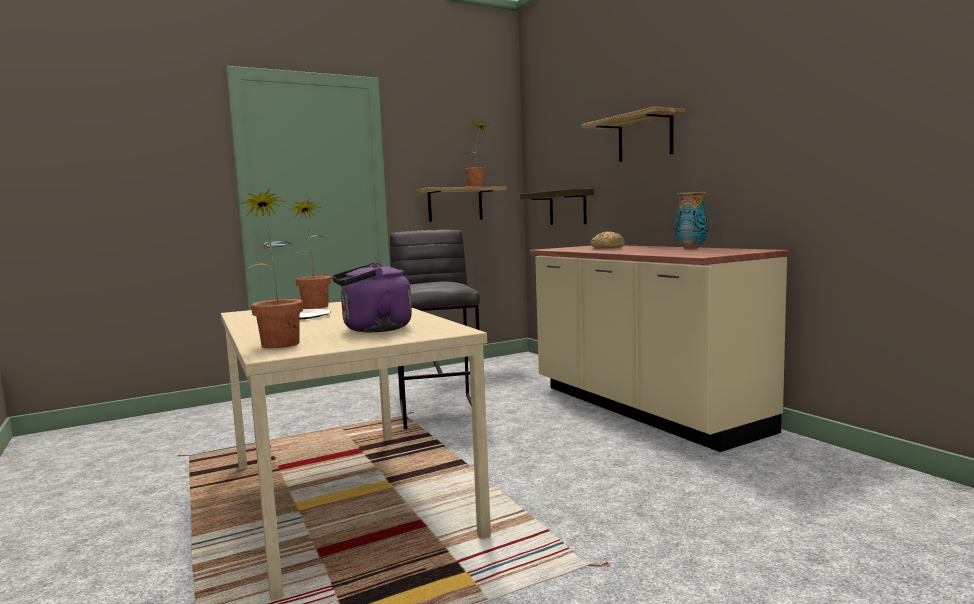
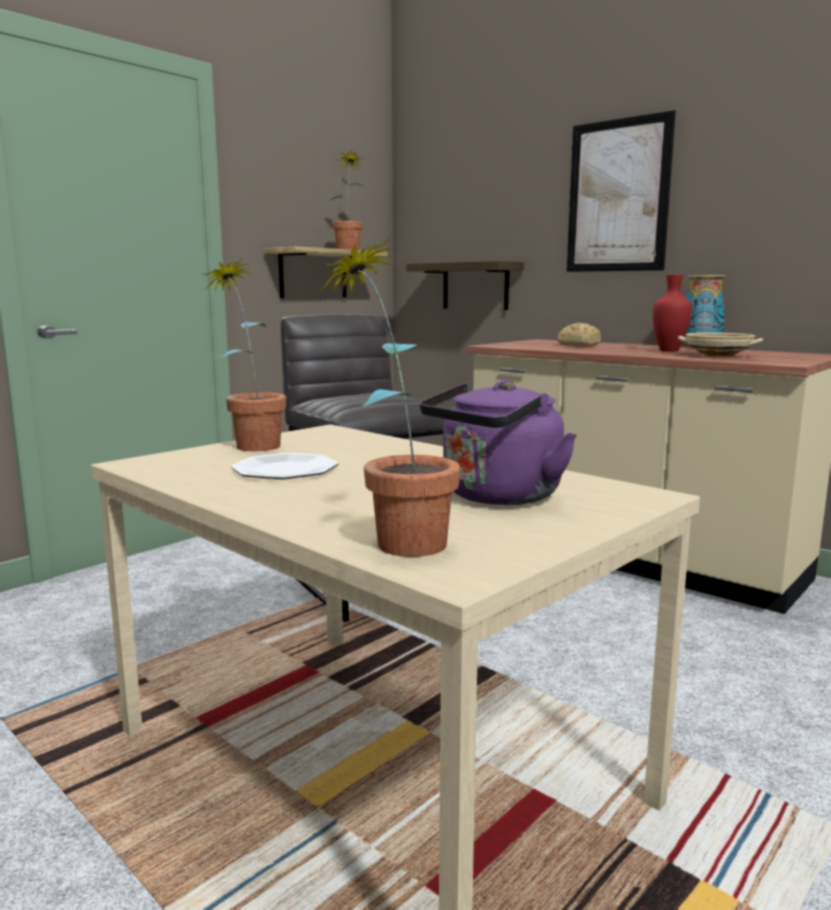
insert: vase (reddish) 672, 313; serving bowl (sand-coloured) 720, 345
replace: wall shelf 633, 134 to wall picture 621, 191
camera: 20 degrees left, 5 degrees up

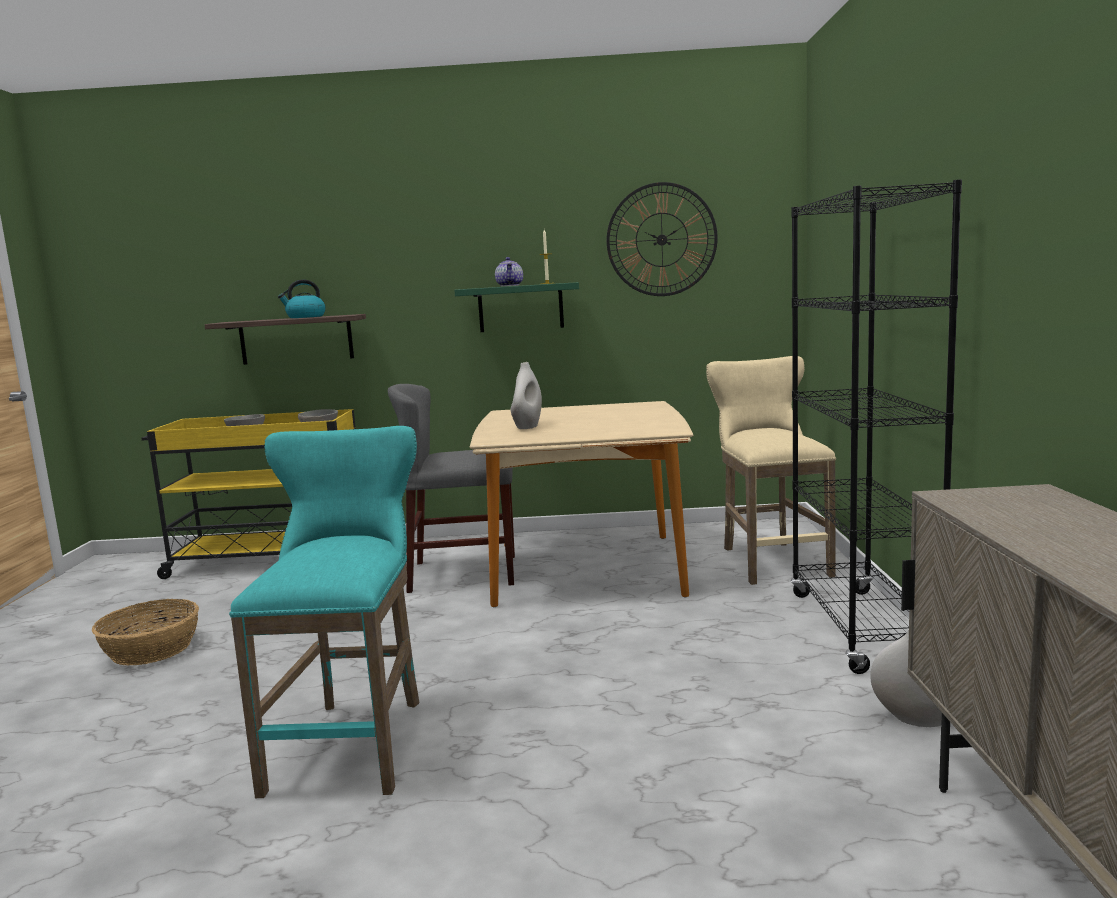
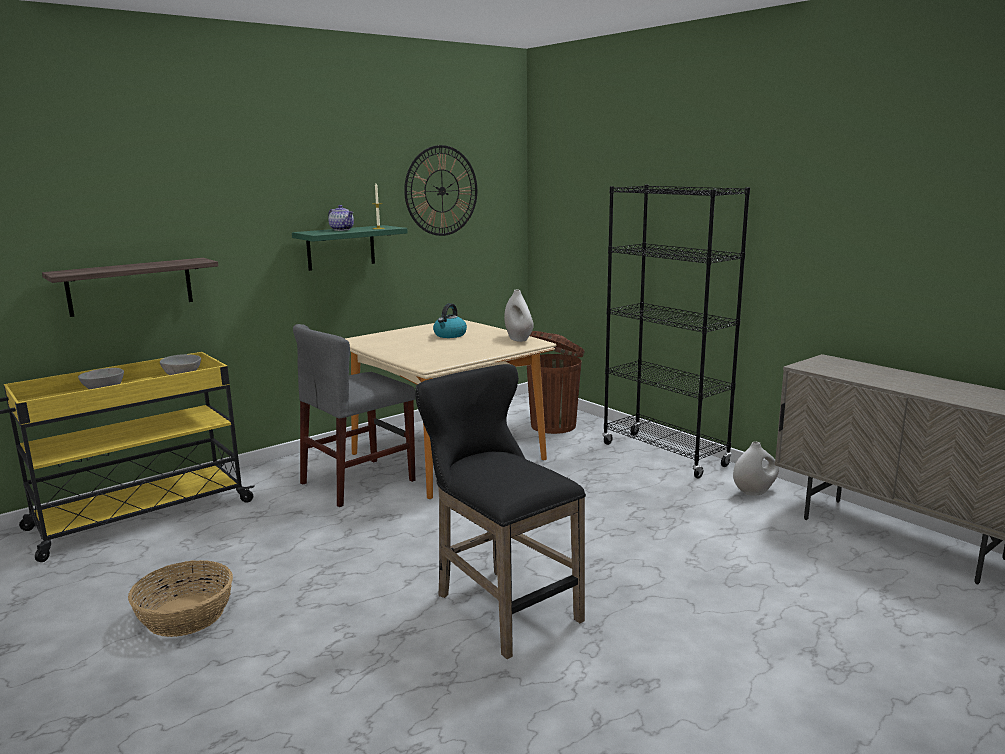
move: tea kettle 302, 299 to 450, 320; vase (whitish) 526, 395 to 519, 316
replace: stool (sand-coloured) 771, 470 to trash can (brownish) 556, 382
recolor: stool (turquoise) 324, 612 to stool (black) 500, 511
camera: 40 degrees left, 5 degrees up

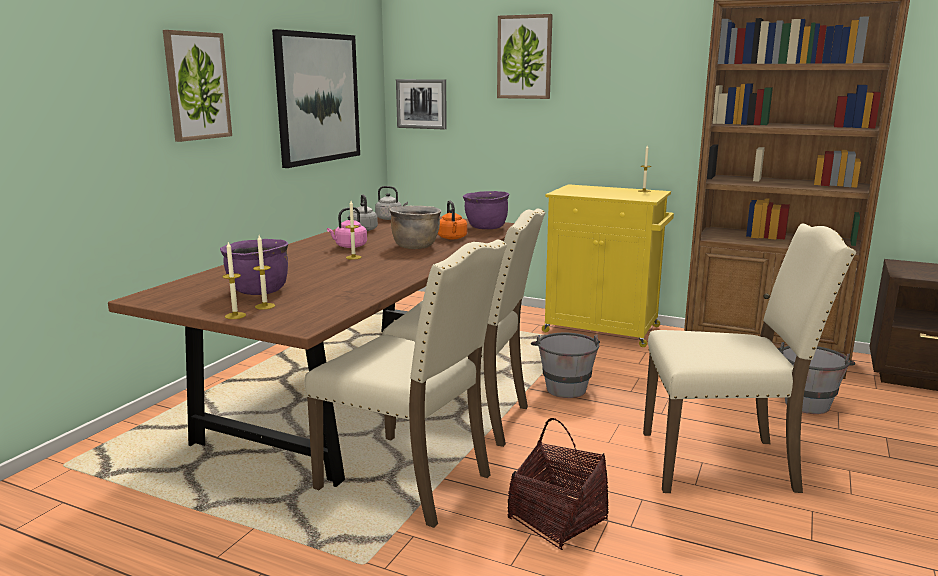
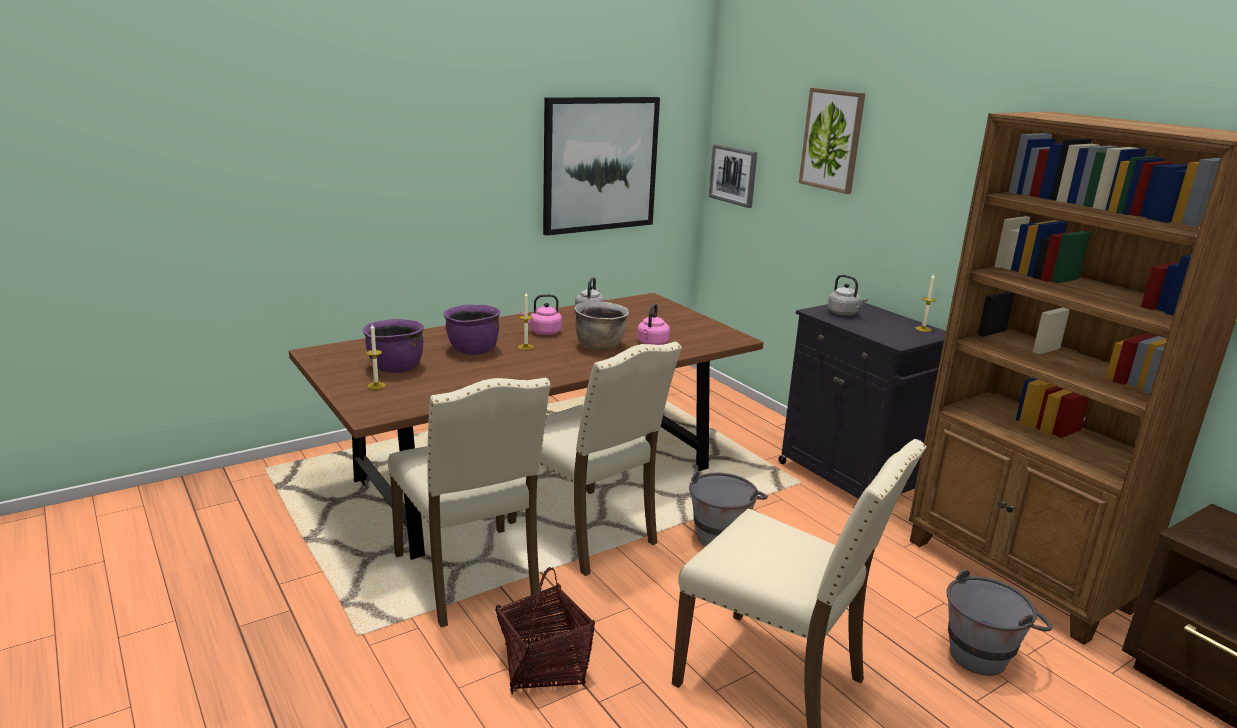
delete: wall picture 197, 86; candle 234, 280
move: tea kettle (grey) 391, 203 to 848, 295; stockpot (purple) 486, 210 to 472, 330
recolor: tea kettle (orange-coloured) 452, 219 to tea kettle (pink-coloured) 653, 324; cupboard (yellowish) 608, 265 to cupboard (black) 862, 401
camera: 30 degrees right, 5 degrees up

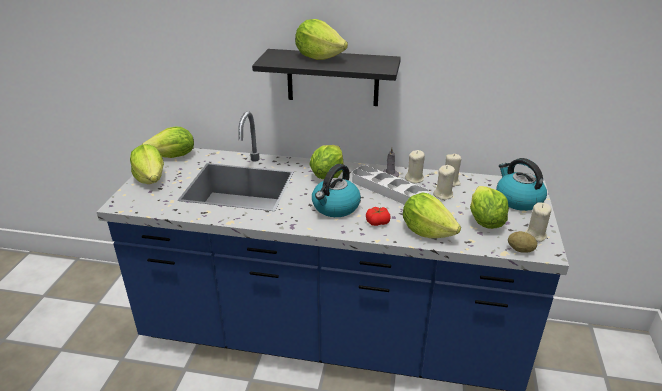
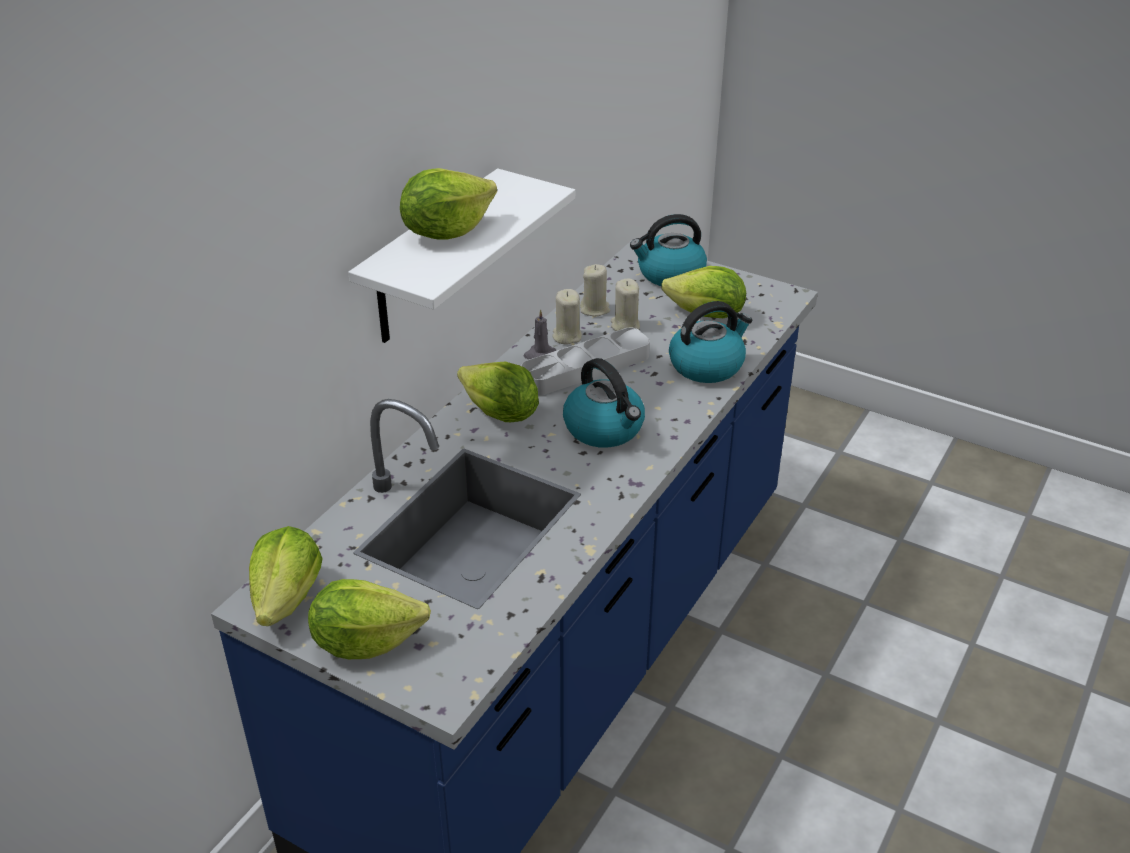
delete: whole tomato 378, 216; spud 522, 242; candle (sand-coloured) 538, 222
replace: lettuce 432, 215 to tea kettle 710, 342
recolor: wall shelf (black) 326, 77 to wall shelf (whitish) 461, 256
camera: 70 degrees left, 5 degrees up

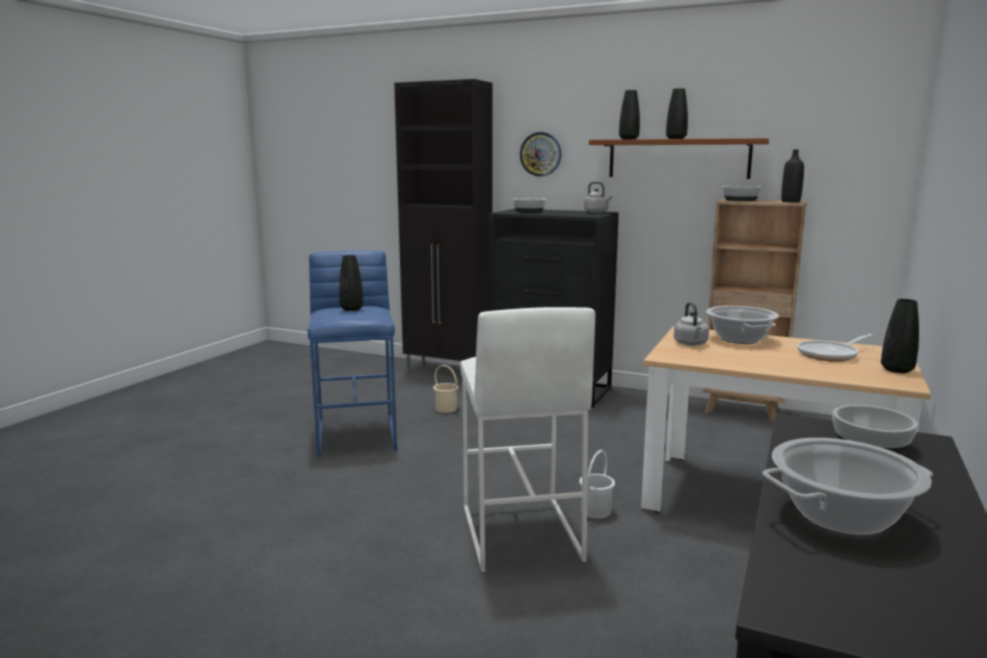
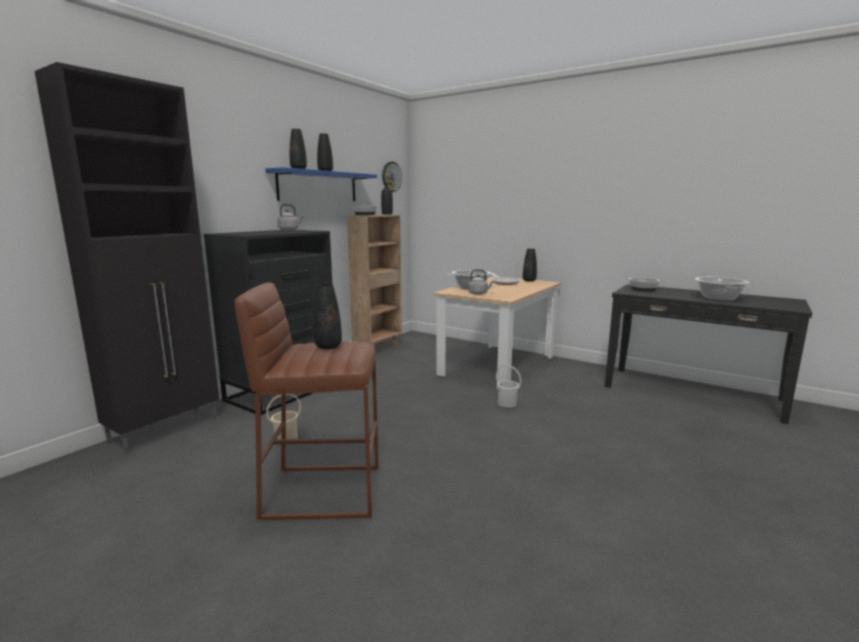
delete: stool (whitish) 527, 439; serving bowl 529, 205
move: clock on the wall 540, 154 to 392, 177
recolor: stool (blue) 352, 353 to stool (brownish) 306, 401; wall shelf (brownish) 679, 158 to wall shelf (blue) 321, 184
camera: 80 degrees left, 0 degrees up

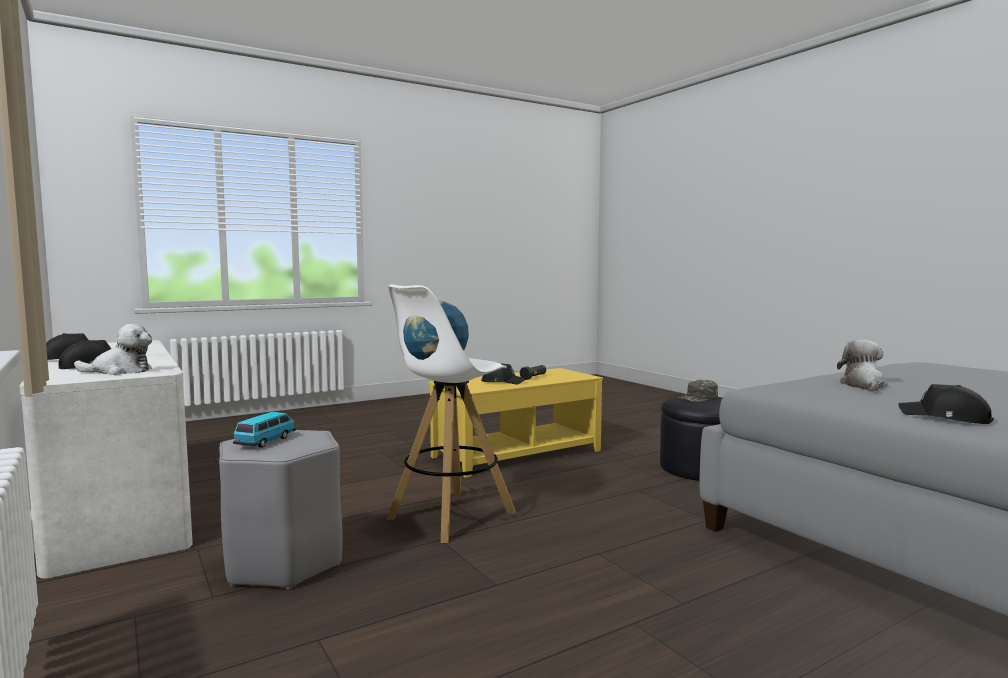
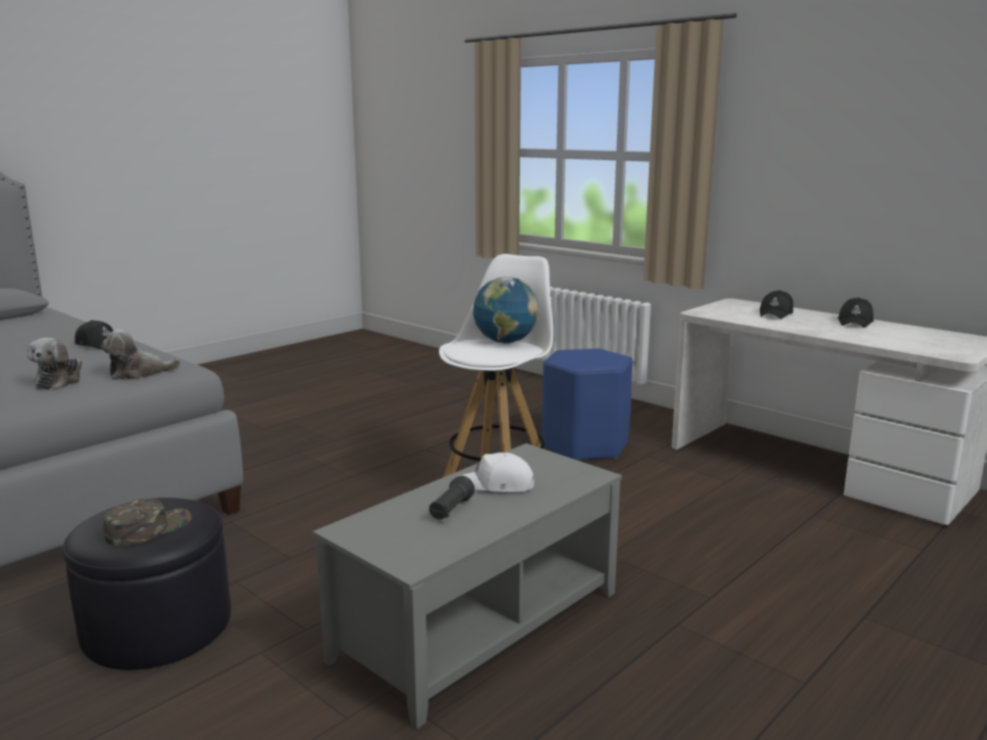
delete: model car 264, 430
move: plush toy 113, 349 to 141, 354
recolor: stool (grey) 280, 509 to stool (blue) 587, 404; coffee table (yellowish) 516, 423 to coffee table (grey) 467, 586; cap (black) 503, 374 to cap (whitish) 495, 472
camera: 165 degrees right, 10 degrees up

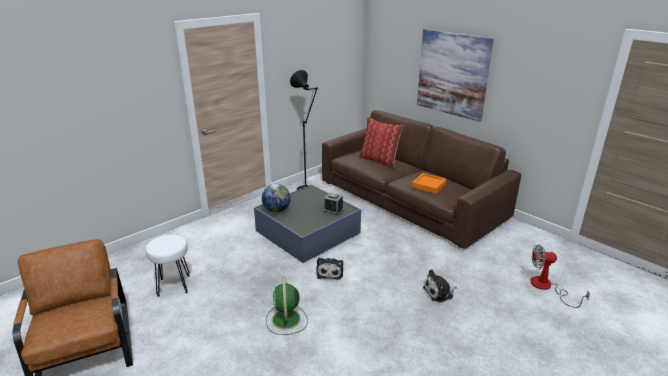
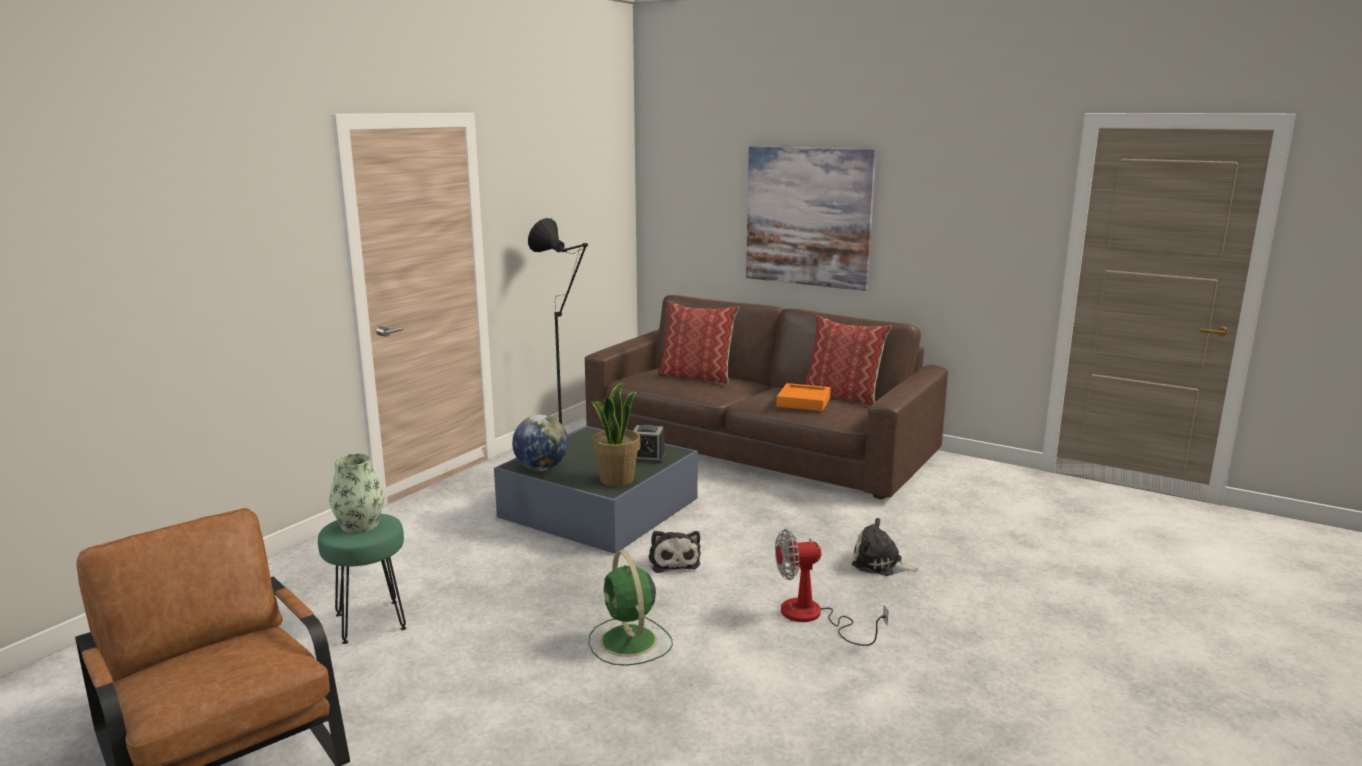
insert: vase 356, 493; houseplant 615, 434; throw pillow 848, 361
move: cooling fan 560, 276 to 832, 587
recolor: stool (whitish) 168, 265 to stool (green-coloured) 362, 579
rotate: plush toy 440, 285 = 885, 547 60 degrees clockwise
camera: 15 degrees left, 10 degrees down

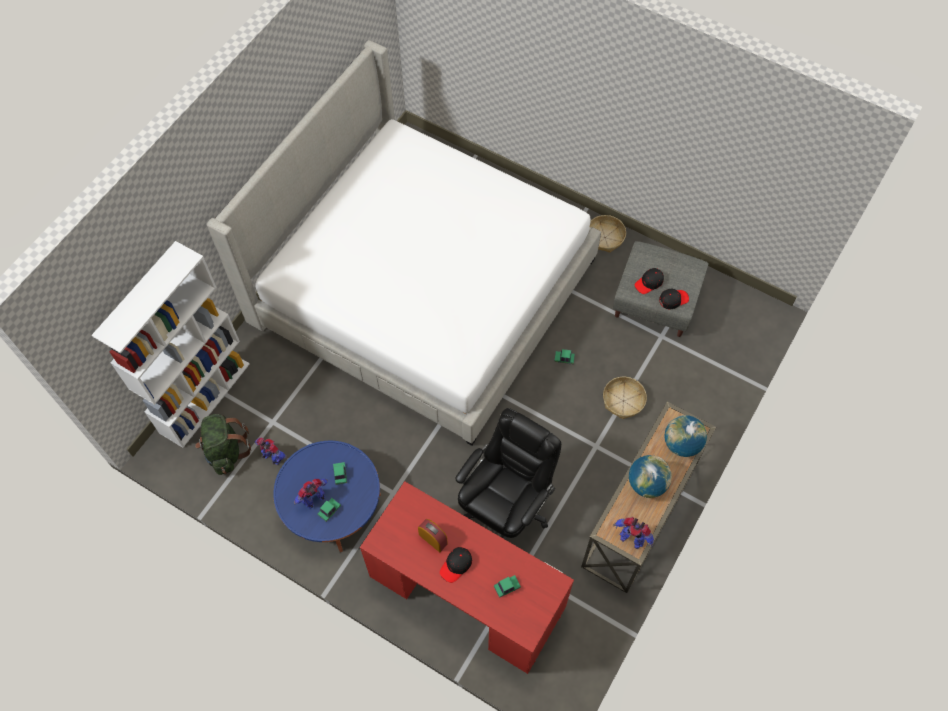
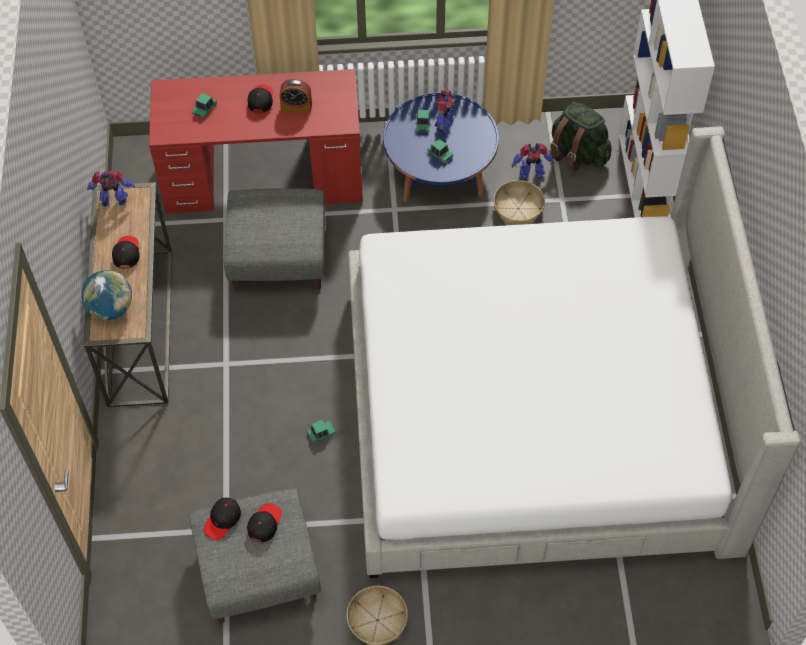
move: basket 625, 398 to 519, 202
replace: computer chair (black) 508, 474 to ottoman (grey) 274, 239; world globe 650, 476 to cap (black) 126, 252
camera: 145 degrees right, 5 degrees down

